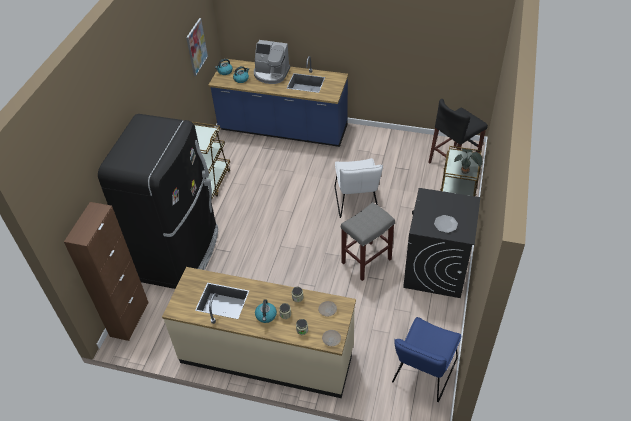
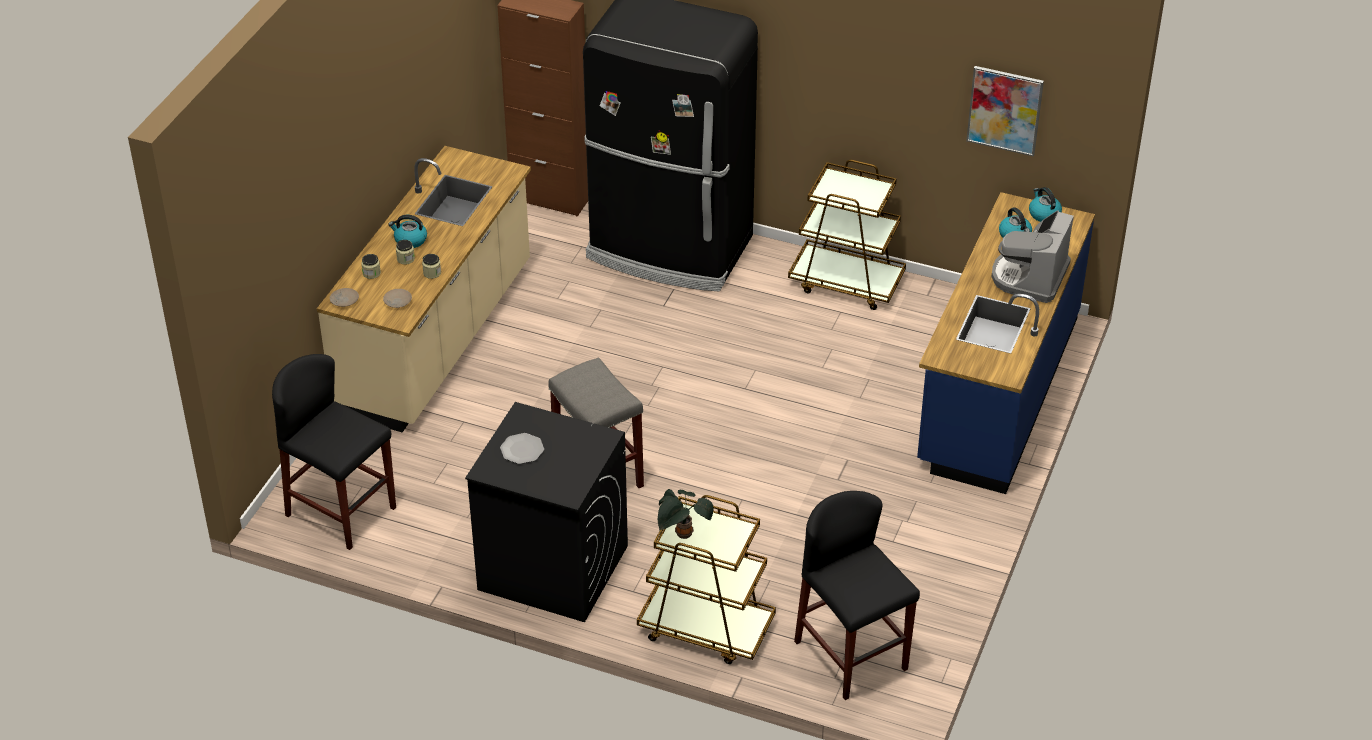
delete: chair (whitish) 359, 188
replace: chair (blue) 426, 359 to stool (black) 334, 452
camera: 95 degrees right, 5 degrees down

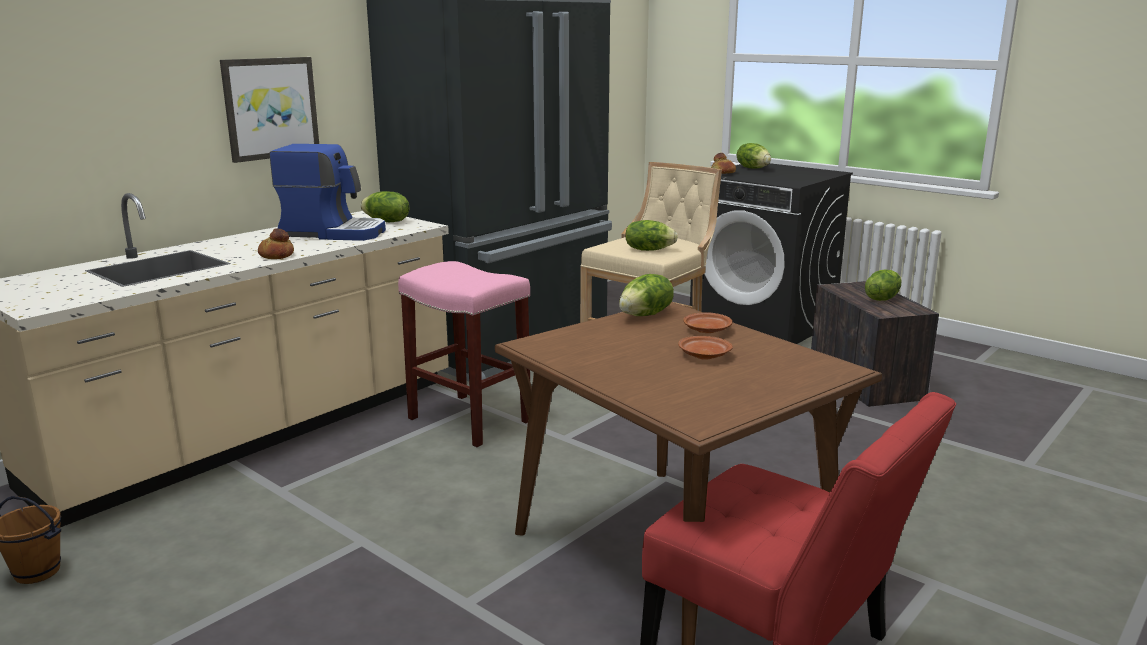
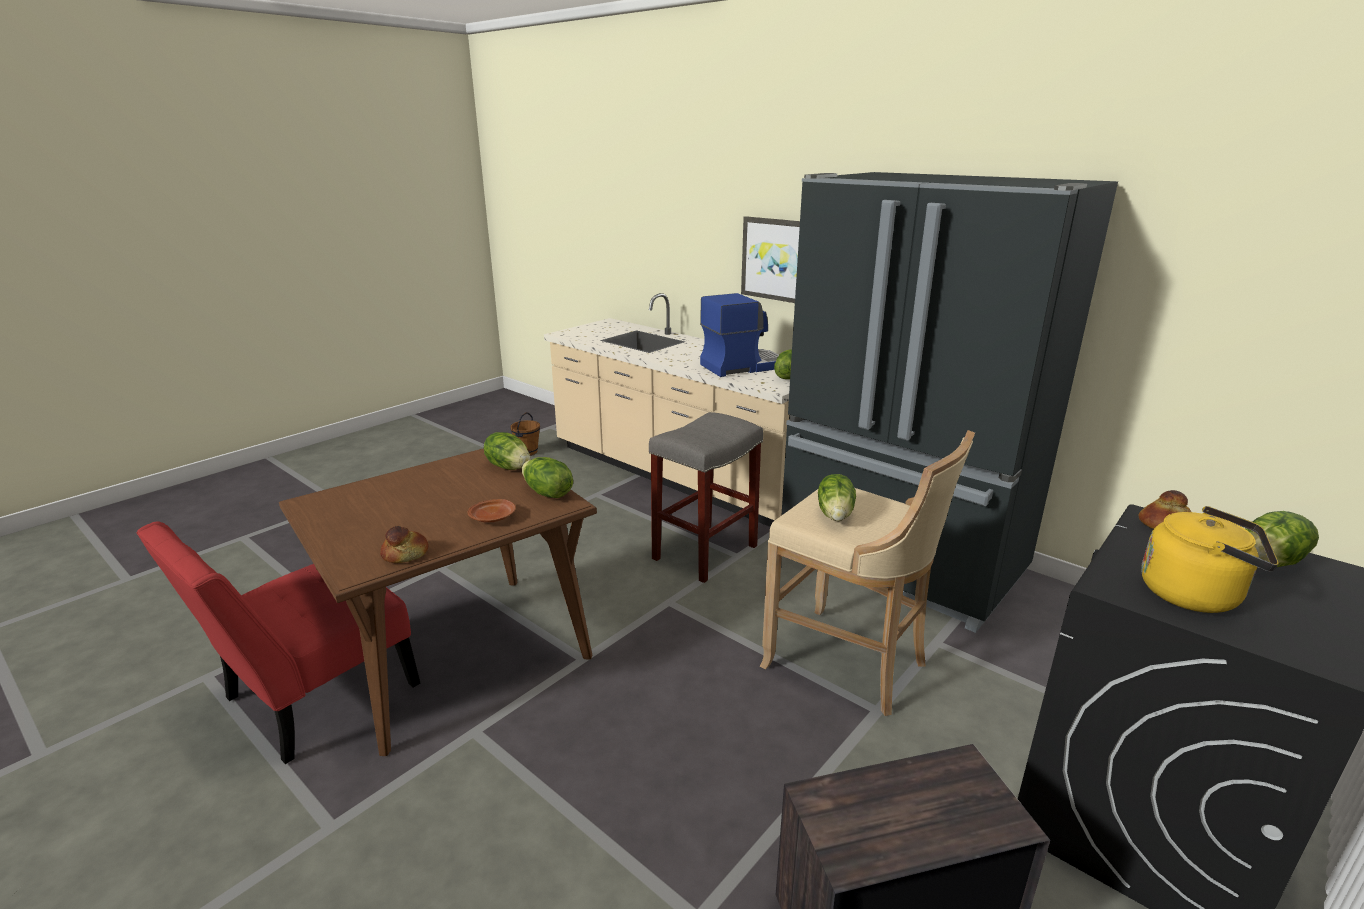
delete: flat dish (brownish) 705, 348
insert: tea kettle (yellowish) 1210, 559
move: bread 276, 243 to 404, 544; lettuce 883, 285 to 507, 451
recolor: stool (pink-coloured) 464, 354 to stool (grey) 706, 497
rotate: coffee machine 327, 192 = 739, 335 120 degrees counterclockwise
camera: 90 degrees right, 5 degrees up

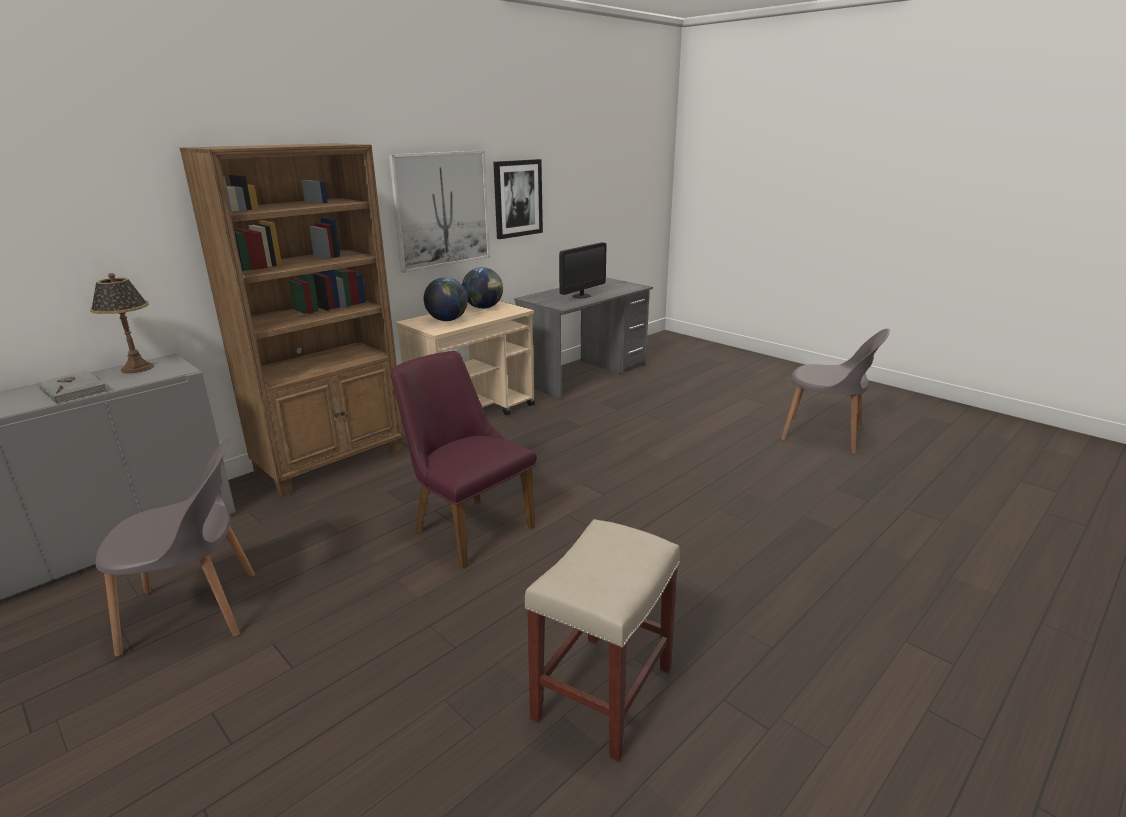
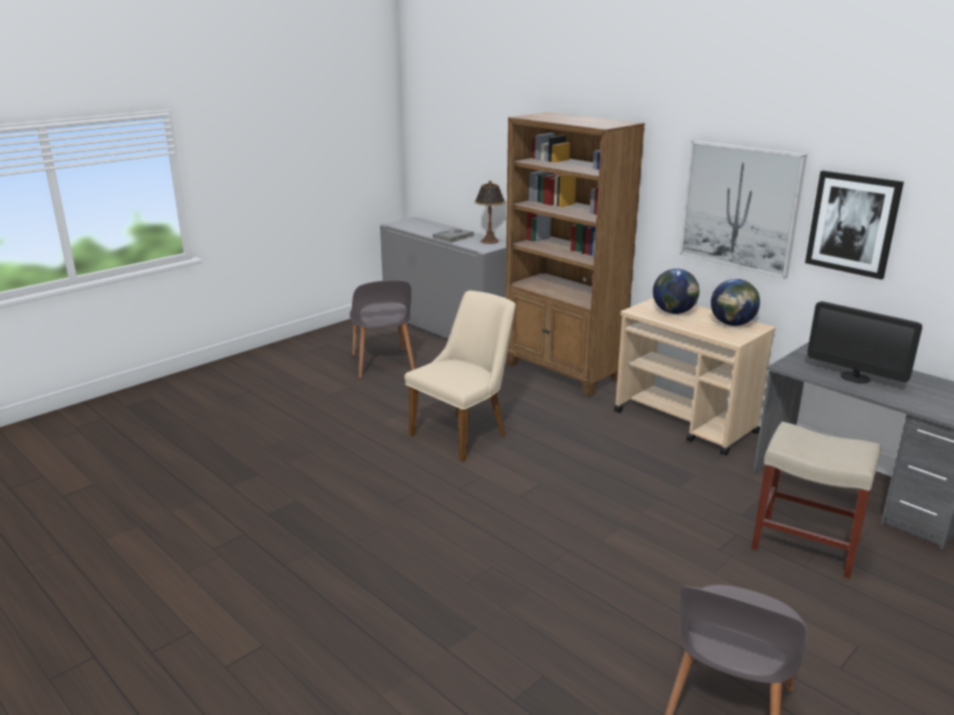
move: stool (sand-coloured) 602, 640 to 816, 500
recolor: chair (purple) 463, 460 to chair (sand-coloured) 460, 376
camera: 90 degrees right, 0 degrees up

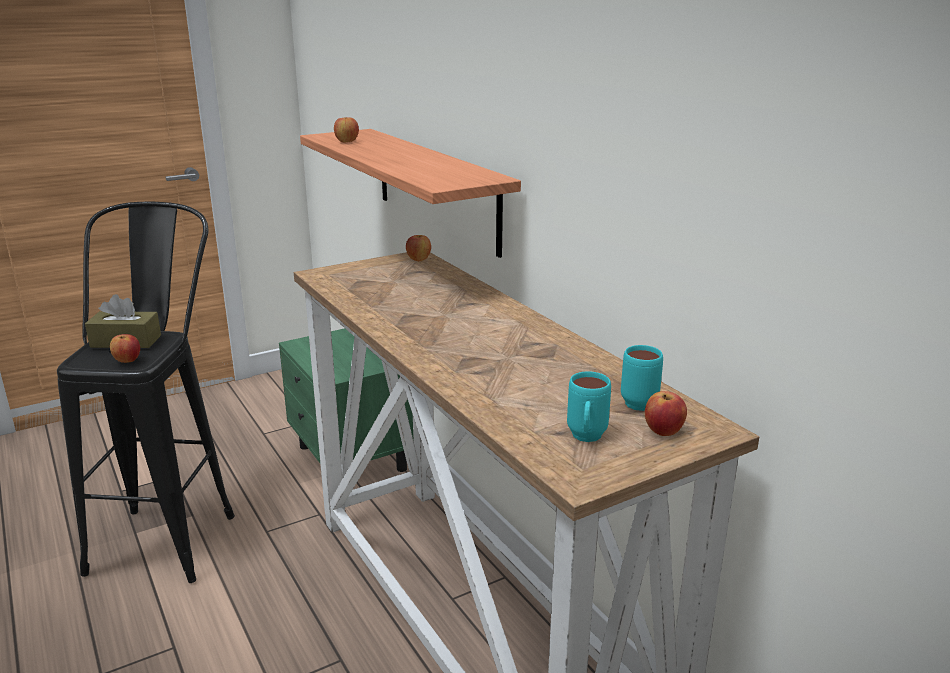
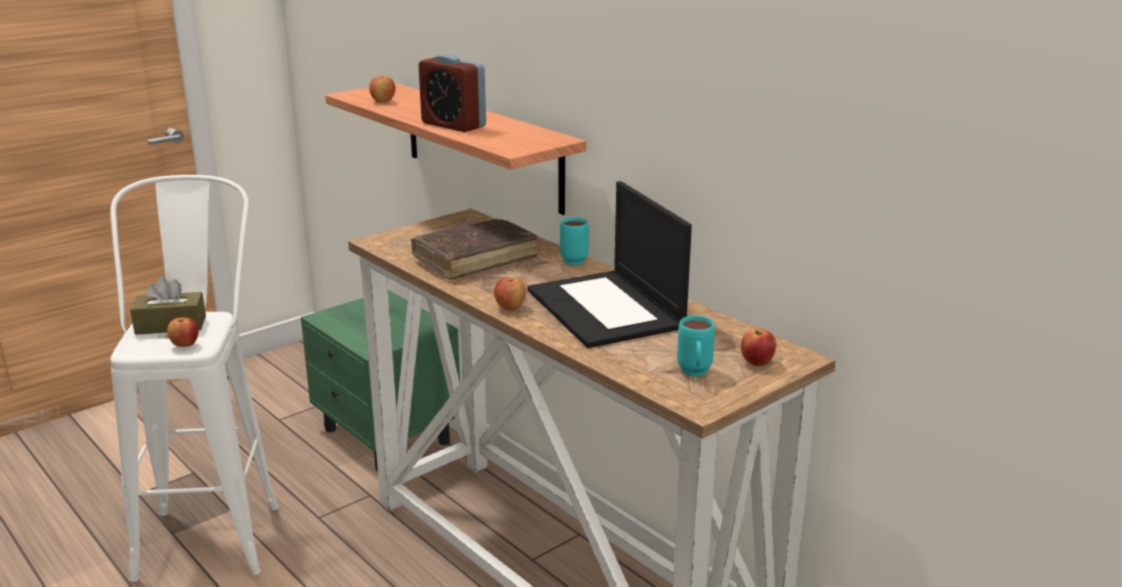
insert: volume (brownish) 474, 249; alarm clock 452, 93; notebook computer 610, 264
move: apple fruit 418, 248 to 510, 293; coffee mug (turquoise) 642, 378 to 574, 241
recolor: stool (black) 146, 392 to stool (whitish) 194, 378
camera: 10 degrees left, 0 degrees up

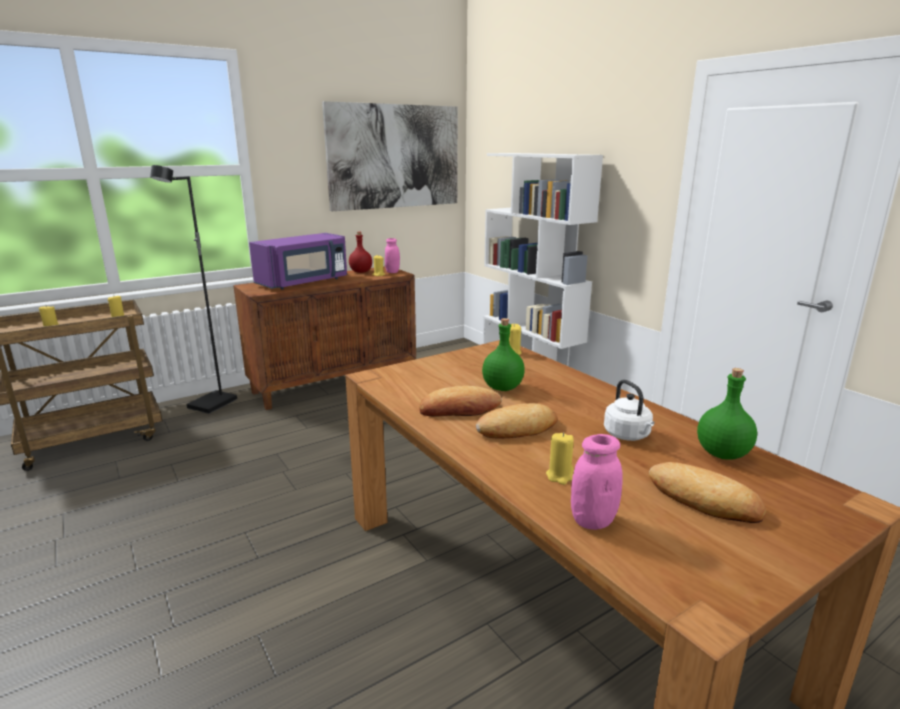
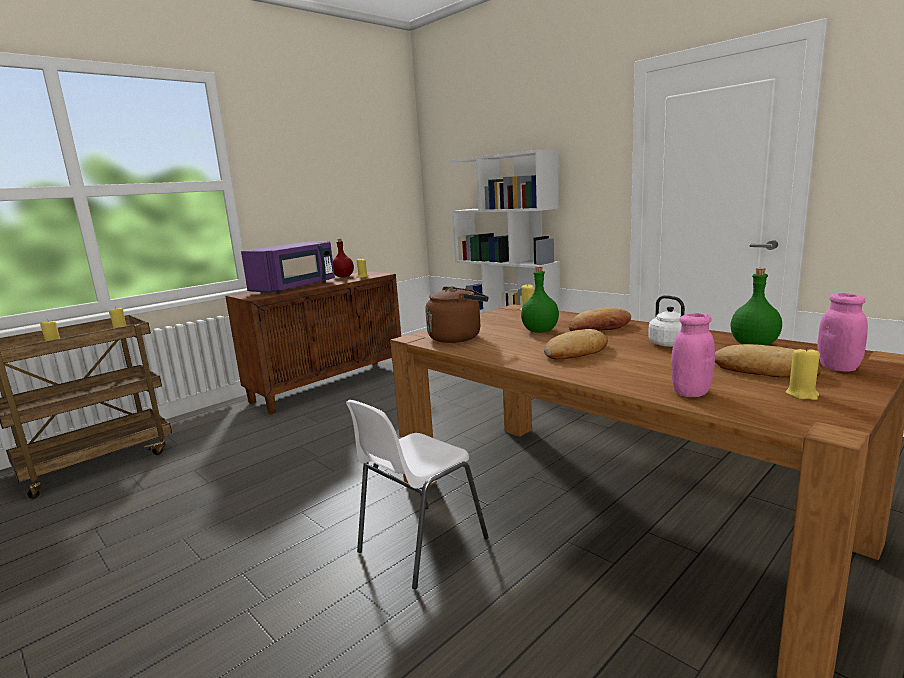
delete: standard lamp (black) 193, 289; wall picture 390, 156
insert: chair (whitish) 417, 494; tea kettle (brownish) 456, 314
move: storage jar (pink-coloured) 392, 255 to 843, 332; bread 460, 401 to 600, 319; candle (yellowish) 560, 459 to 803, 373
camera: 10 degrees left, 5 degrees down

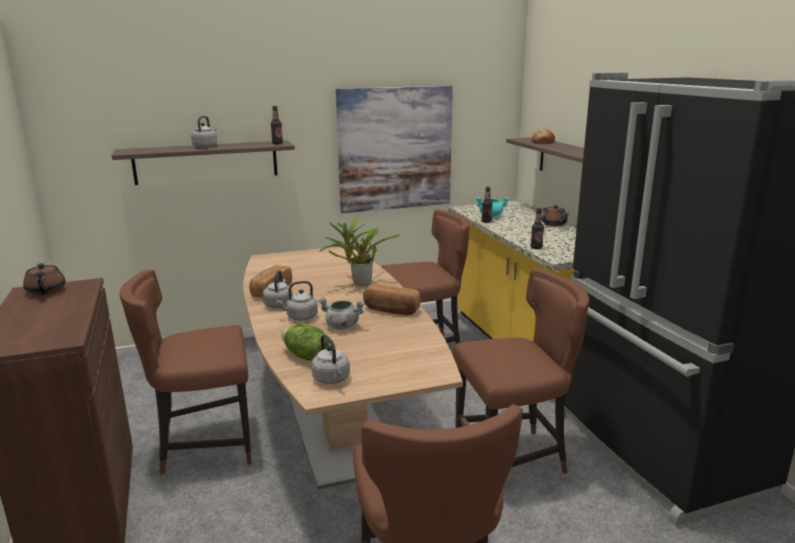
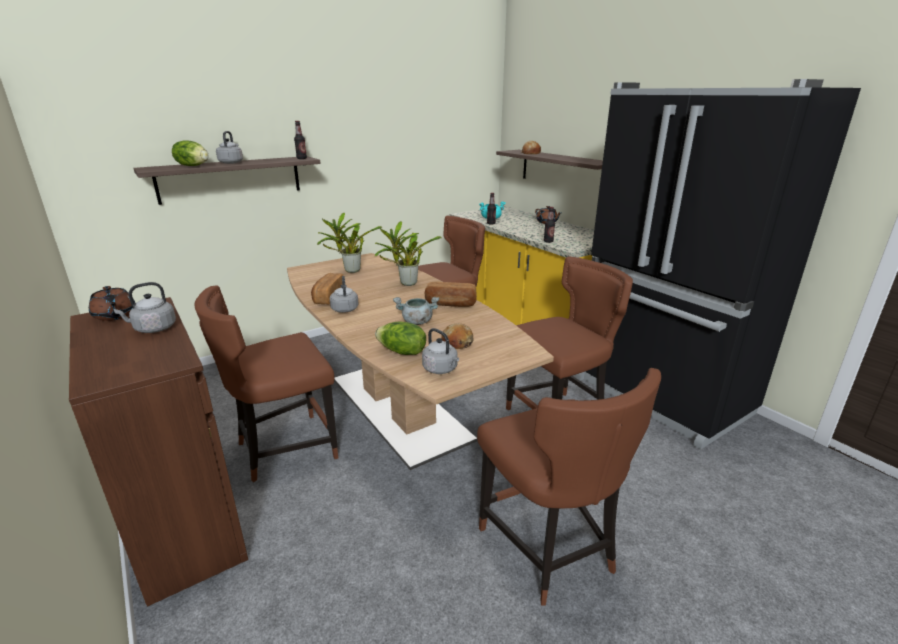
delete: wall picture 394, 149
insert: lettuce 190, 153; houseplant 349, 243; bread 457, 336
move: tea kettle (grey) 297, 301 to 145, 307
camera: 15 degrees left, 5 degrees up

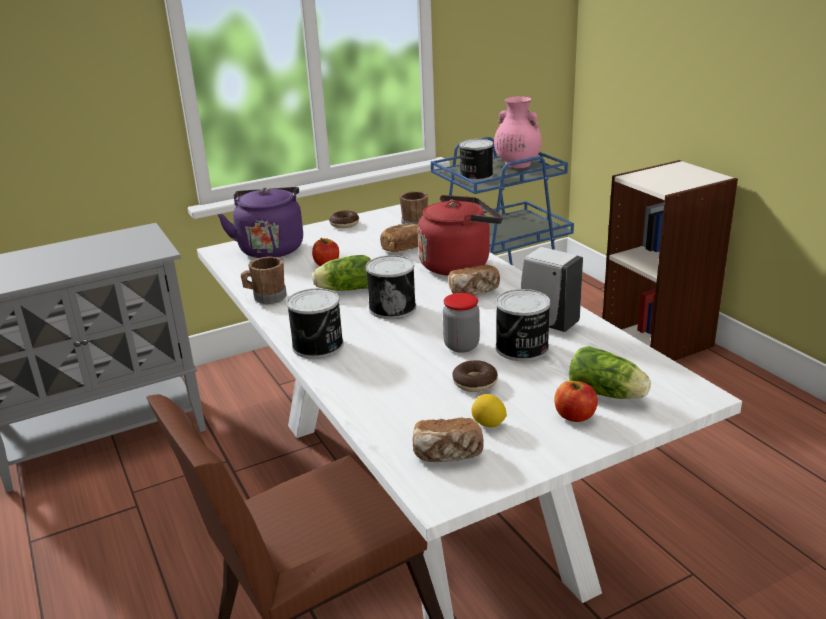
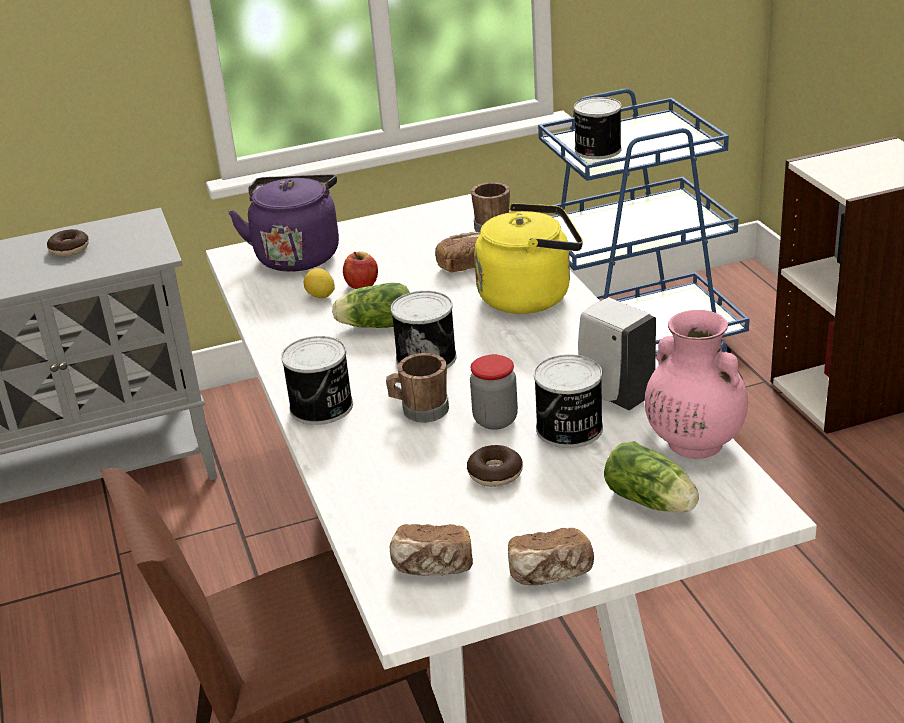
delete: apple fruit 576, 401
move: coffee mug (brownish) 264, 280 to 417, 388; ring doughnut 344, 219 to 68, 242; bread 474, 280 to 551, 556; lemon 489, 410 to 319, 283; vase (pink-coloured) 518, 132 to 696, 384
recolor: tea kettle (reddish) 460, 235 to tea kettle (yellowish) 528, 258
camera: 10 degrees right, 5 degrees up

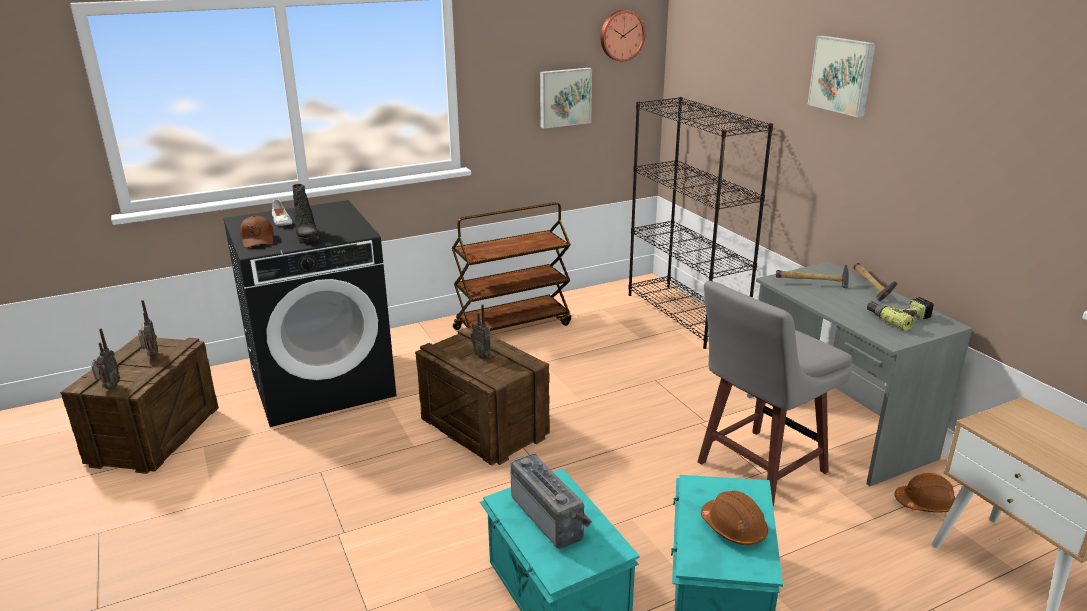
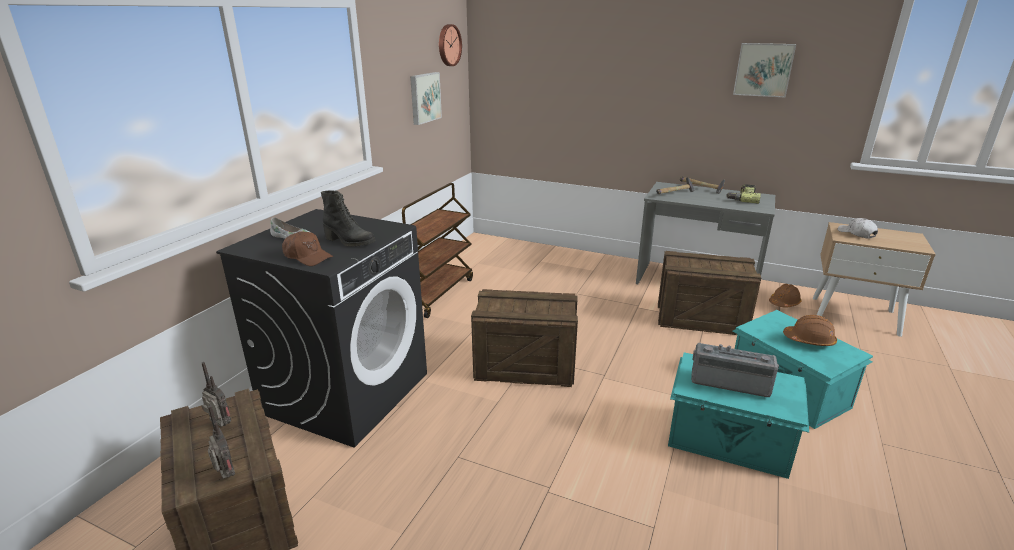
delete: radio 481, 331; shelving unit (black) 701, 223
insert: cap (whitish) 857, 228
move: wall picture 842, 76 to 764, 70
replace: stool (grey) 775, 393 to packing crate 709, 293
camera: 40 degrees left, 0 degrees up

